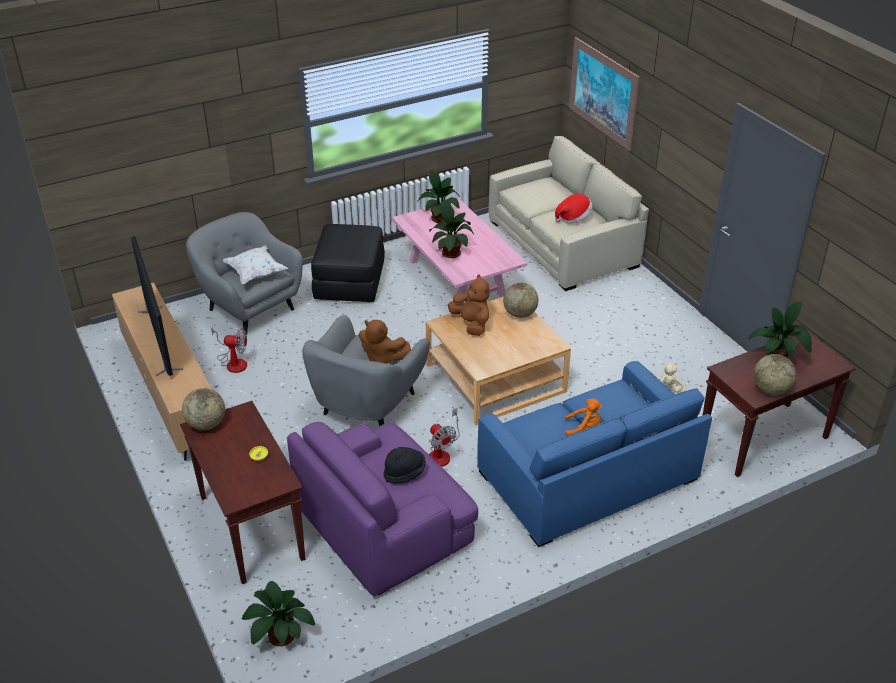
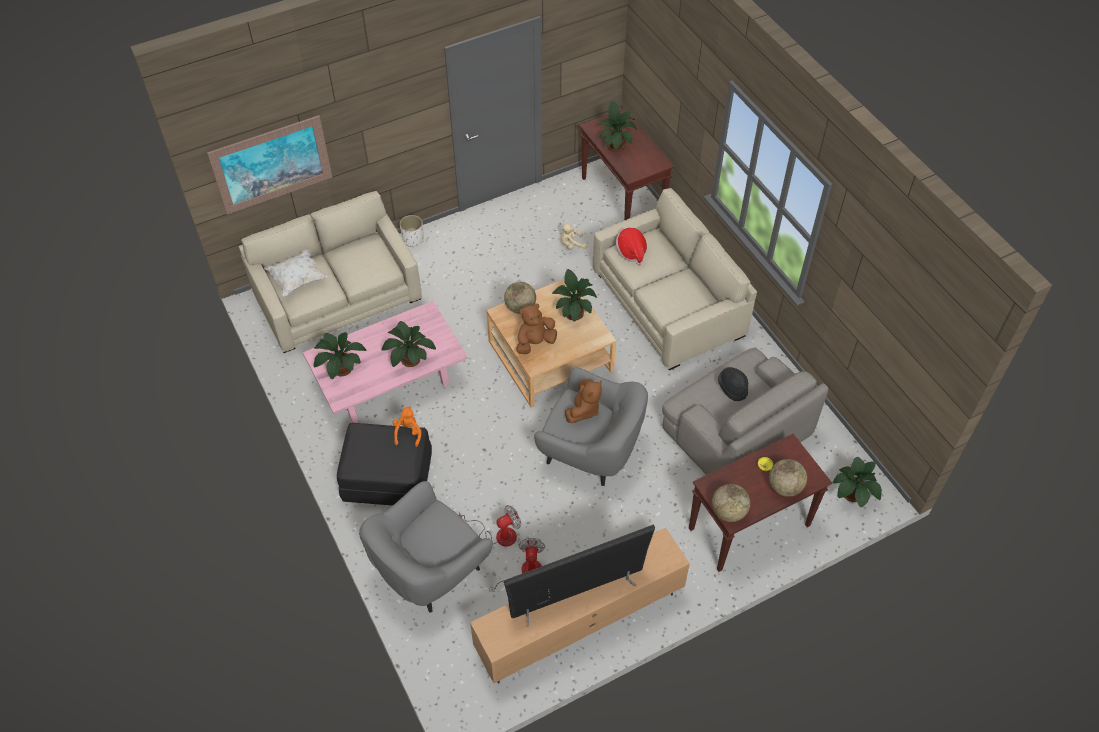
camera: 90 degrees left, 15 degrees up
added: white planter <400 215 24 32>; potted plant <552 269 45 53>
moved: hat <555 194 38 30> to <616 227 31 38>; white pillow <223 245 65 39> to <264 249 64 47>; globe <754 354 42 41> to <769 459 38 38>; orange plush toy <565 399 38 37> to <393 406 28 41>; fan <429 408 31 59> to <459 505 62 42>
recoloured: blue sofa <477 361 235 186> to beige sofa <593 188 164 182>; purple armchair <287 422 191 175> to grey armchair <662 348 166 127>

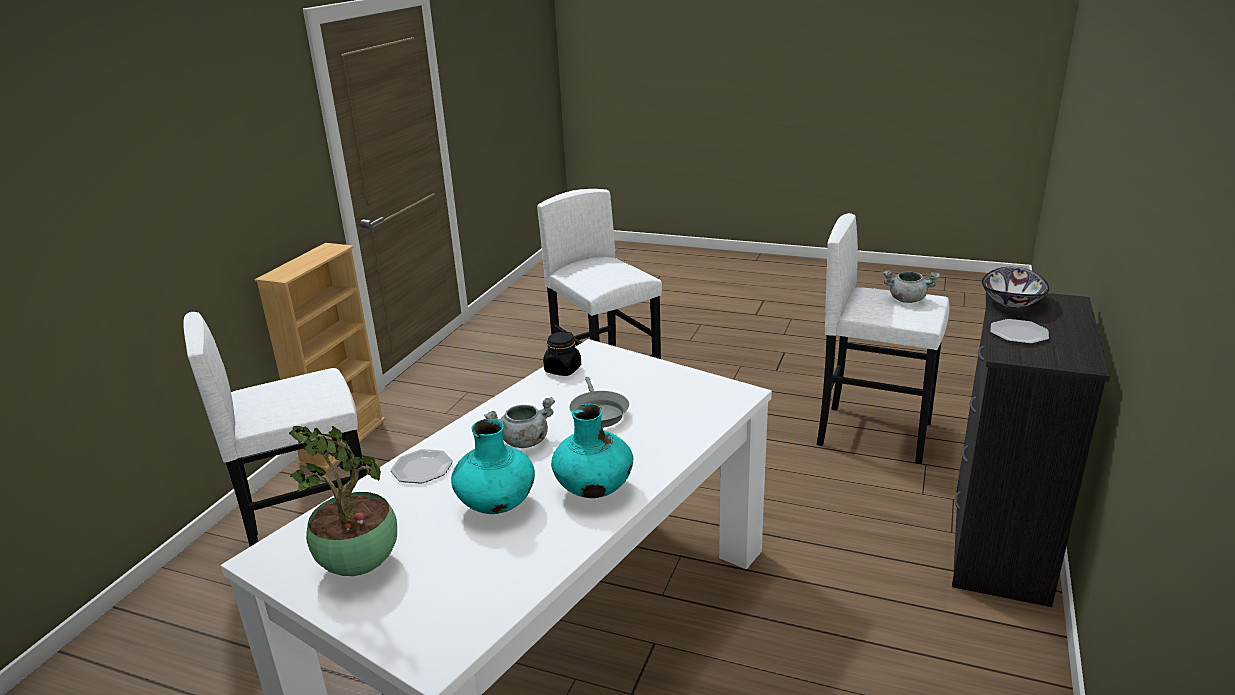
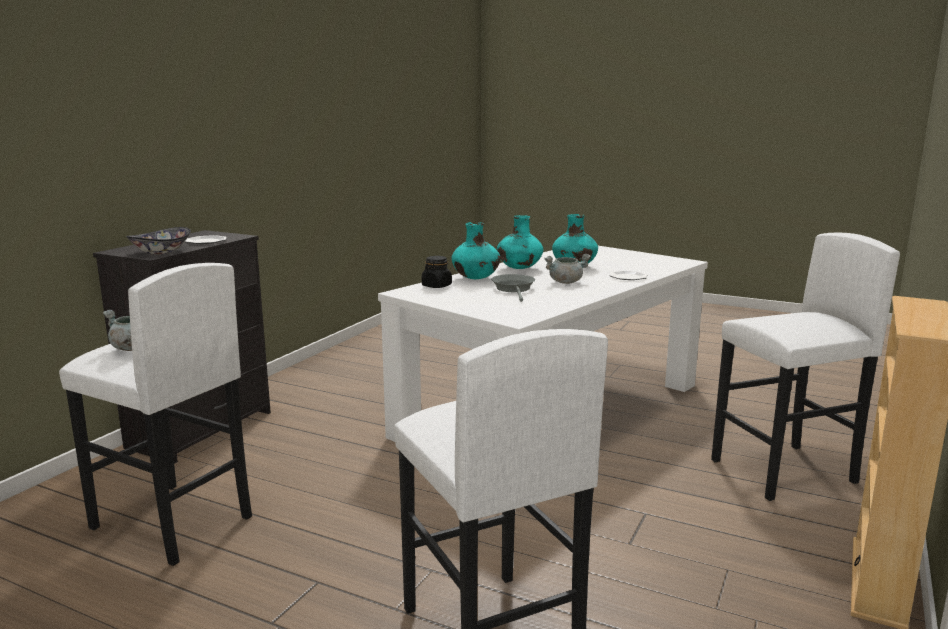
camera: 175 degrees left, 10 degrees down
removed: potted plant <289 426 108 150>
added: turquoise vase <451 222 49 57>
moved: black jar <543 331 38 45> to <422 256 30 32>

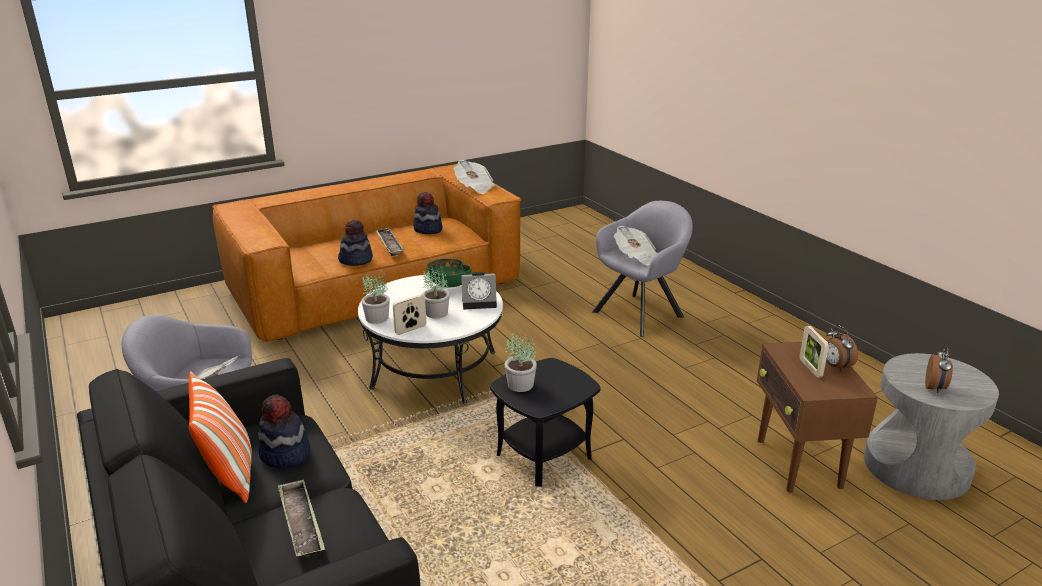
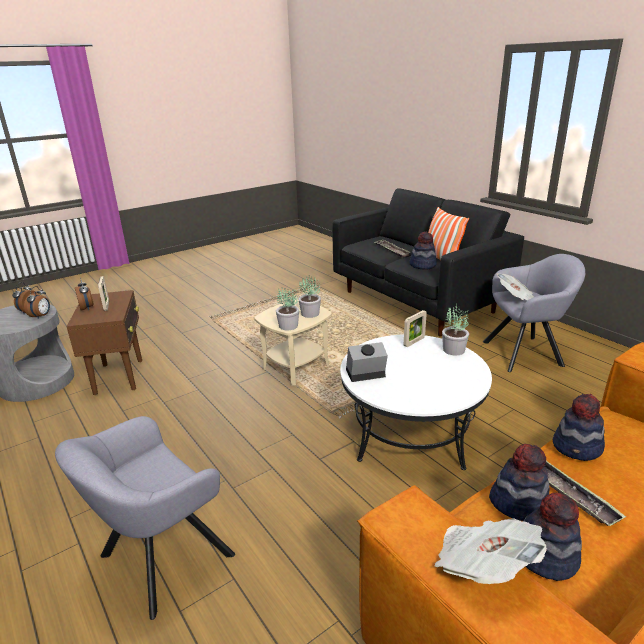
camera: 175 degrees right, 0 degrees up
removed: newspaper <614 226 44 40>; green bowl <427 259 45 29>
added: alarm clock <24 286 26 33>; hat <489 444 61 77>
moved: potted plant <422 267 28 51> to <276 288 23 42>
recoloured: black side table <490 358 111 129> to beige side table <254 299 78 87>

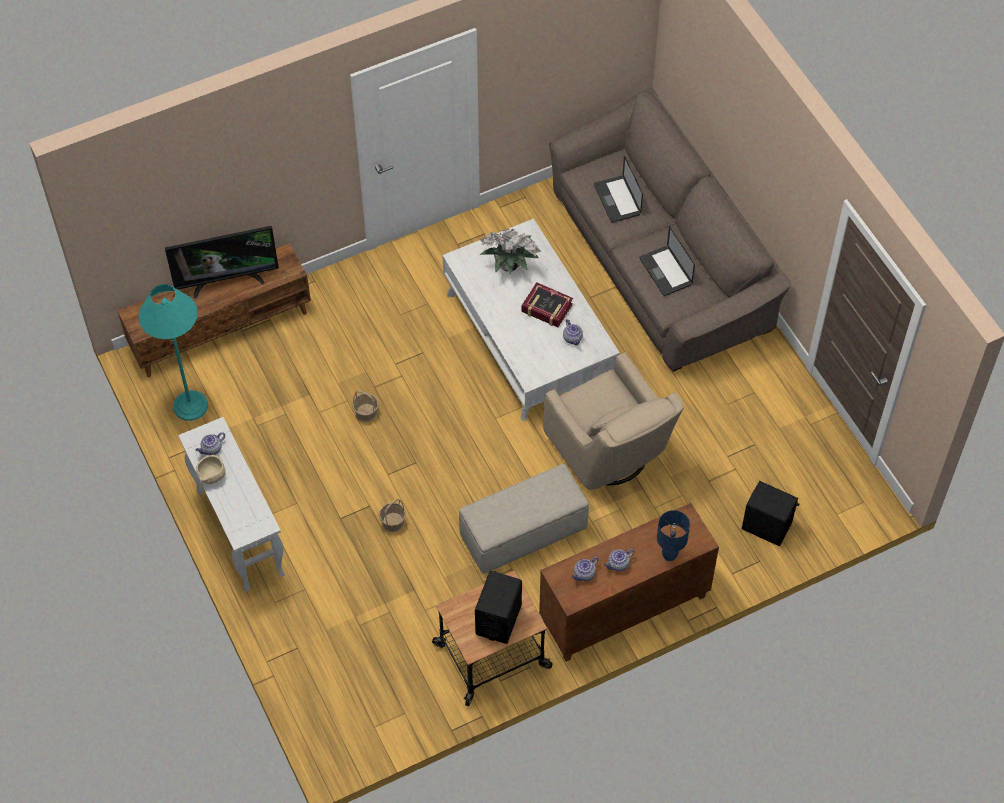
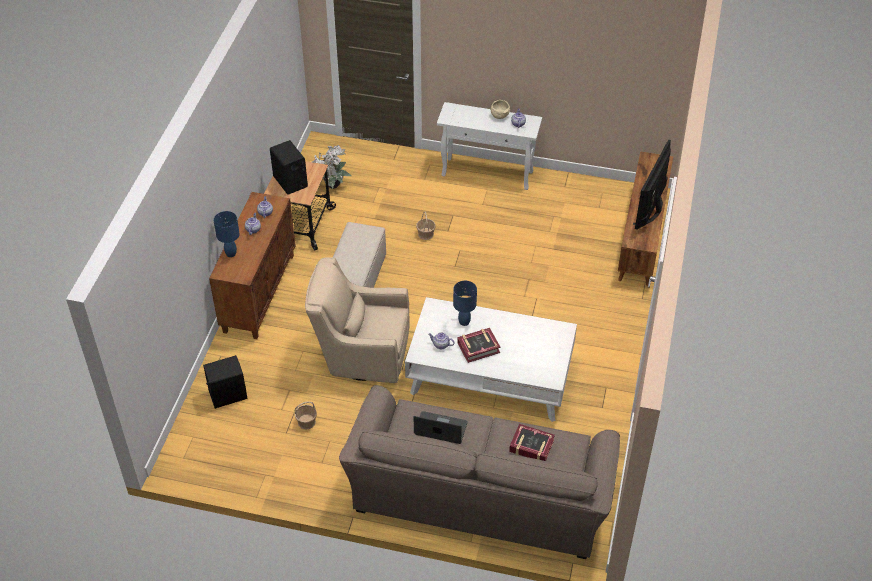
camera: 130 degrees right, 10 degrees down
removed: turquoise floor lamp <138 284 70 137>
added: blue table lamp <453 281 24 45>
moved: potted plant <480 228 61 47> to <312 145 39 44>; basket <353 391 26 31> to <295 401 22 28>
replaced: laptop <594 156 49 67> to book <509 424 46 37>

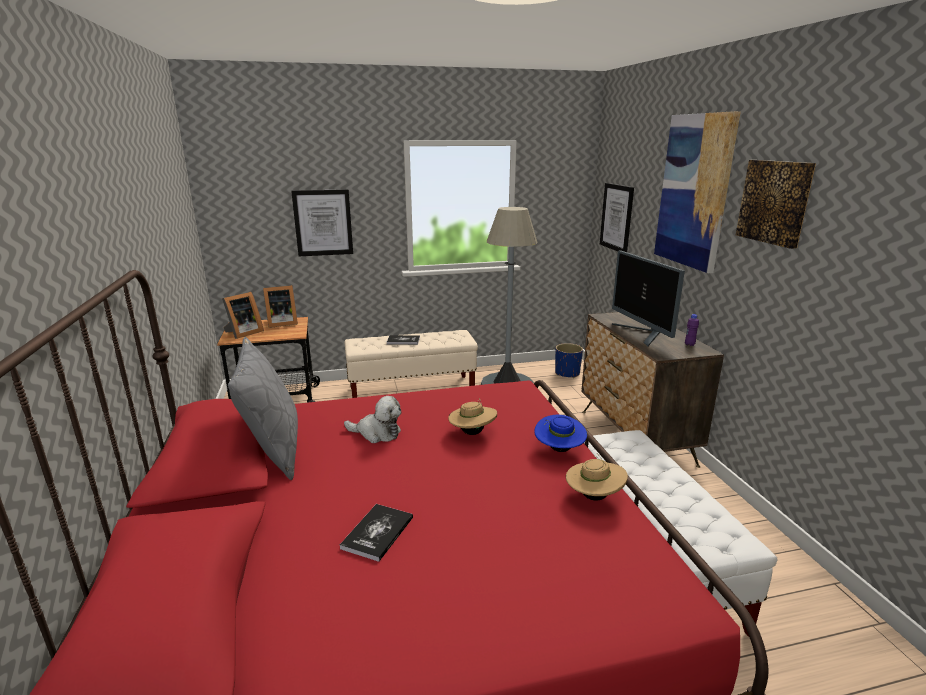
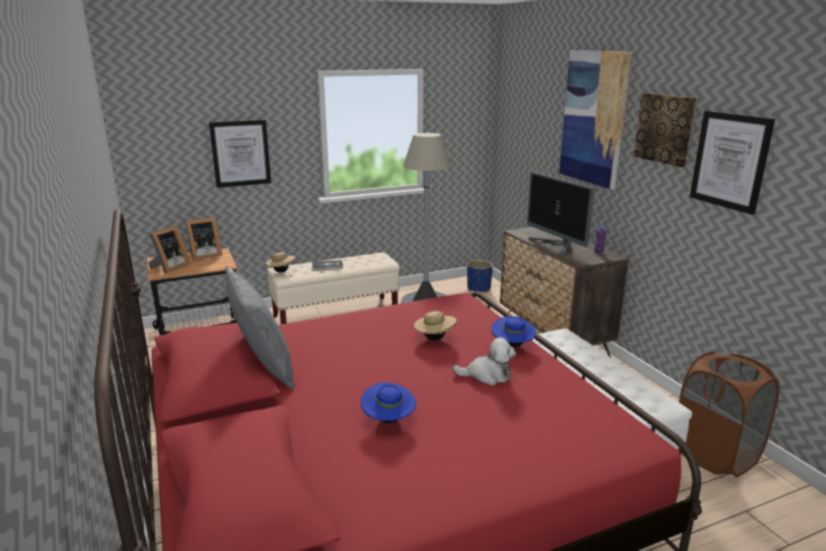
camera: 10 degrees left, 0 degrees up
added: brown laundry basket <679 352 101 125>
moved: picture <600 183 34 69> to <690 111 85 104>; plush toy <344 396 57 47> to <453 337 63 48>; beige hat <566 453 62 48> to <266 252 30 21>
replaced: book <340 504 73 58> to blue hat <361 383 55 40>

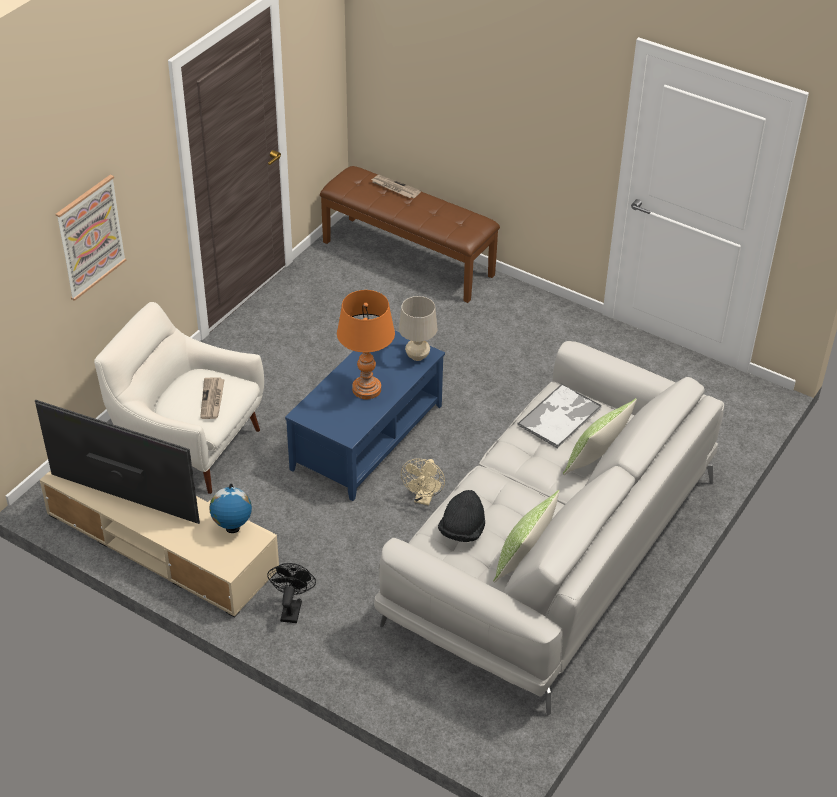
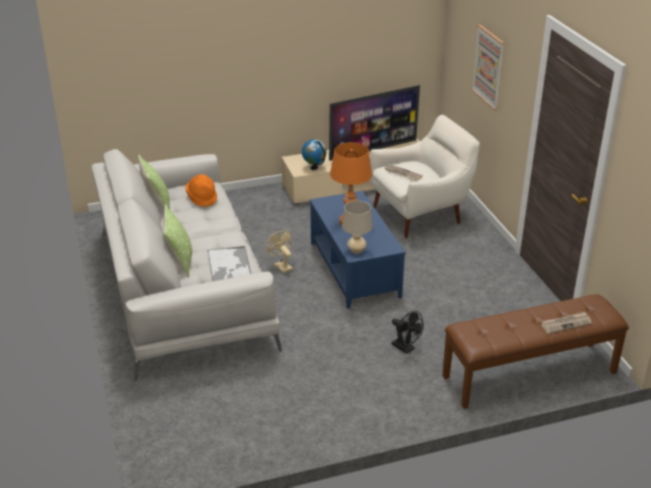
camera: 130 degrees right, 10 degrees down
moved: black fan <267 563 49 60> to <392 311 32 43>
recoloured: black hat <438 490 47 52> to orange hat <185 174 32 33>

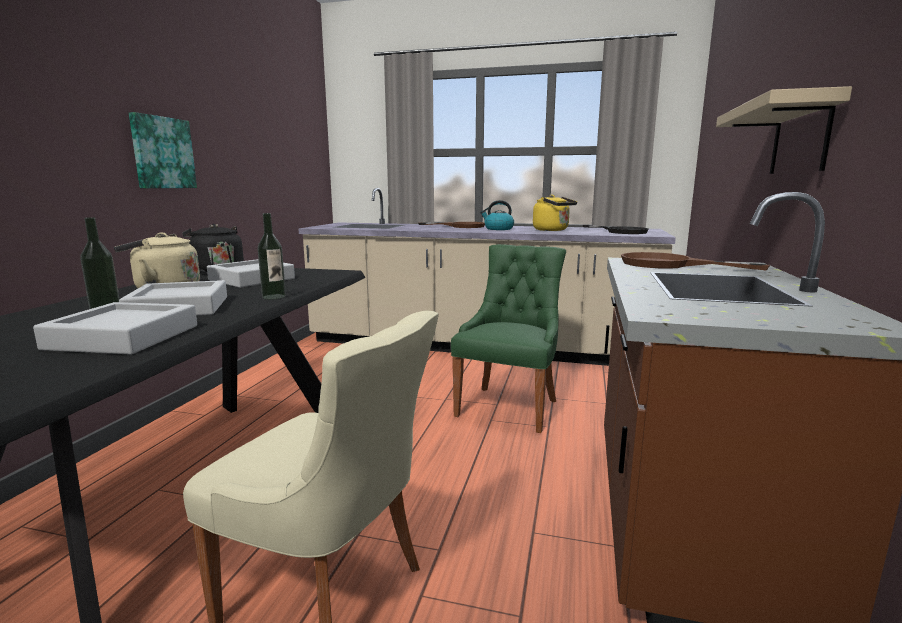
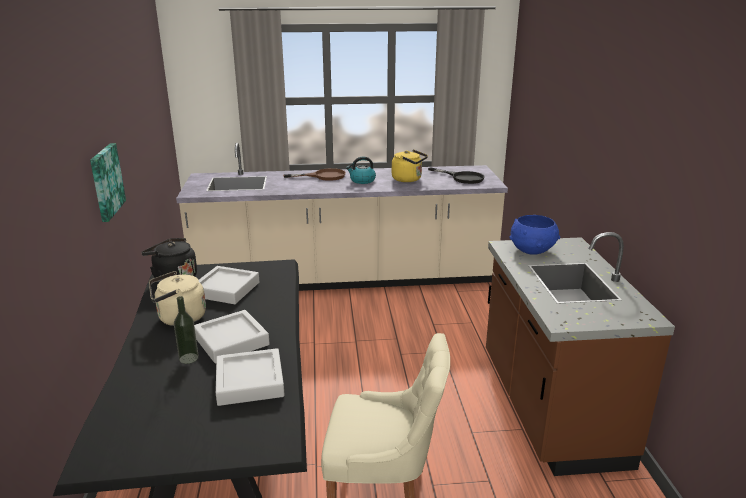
camera: 20 degrees left, 10 degrees up
removed: beige shelf <716 86 136 88>; bottle <258 213 28 86>; green chair <451 244 115 189>
replaced: brown frying pan <621 252 149 18> to blue bowl <509 215 51 40>

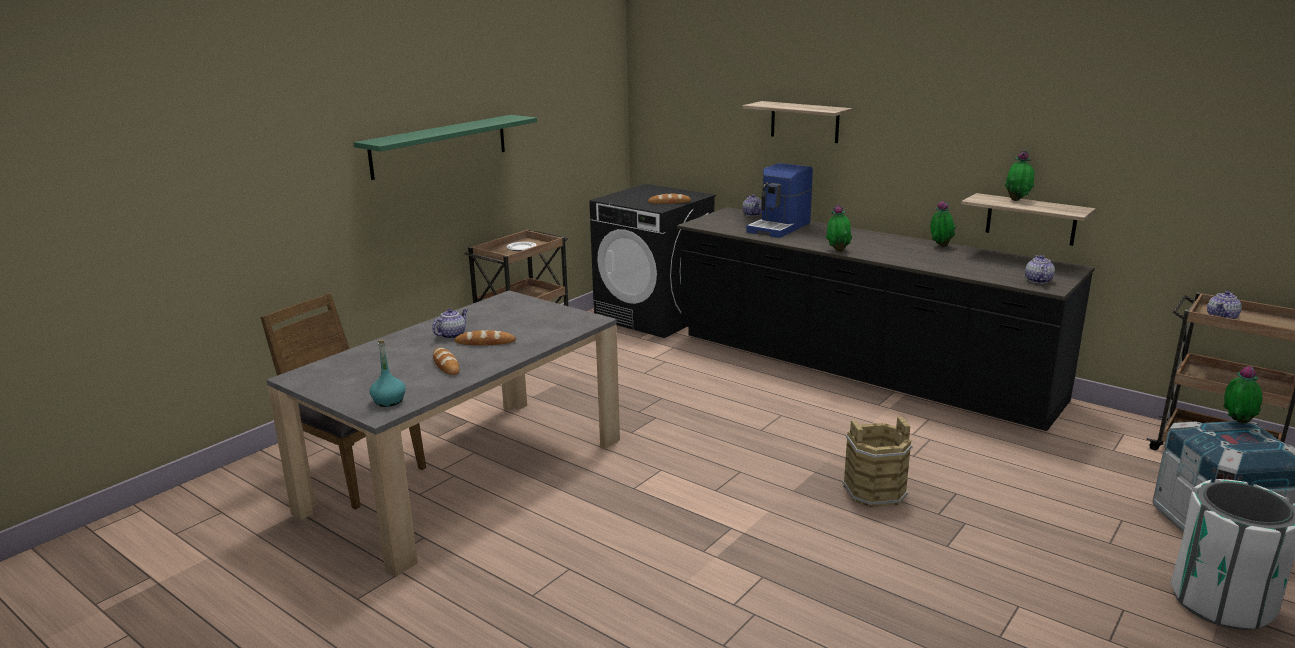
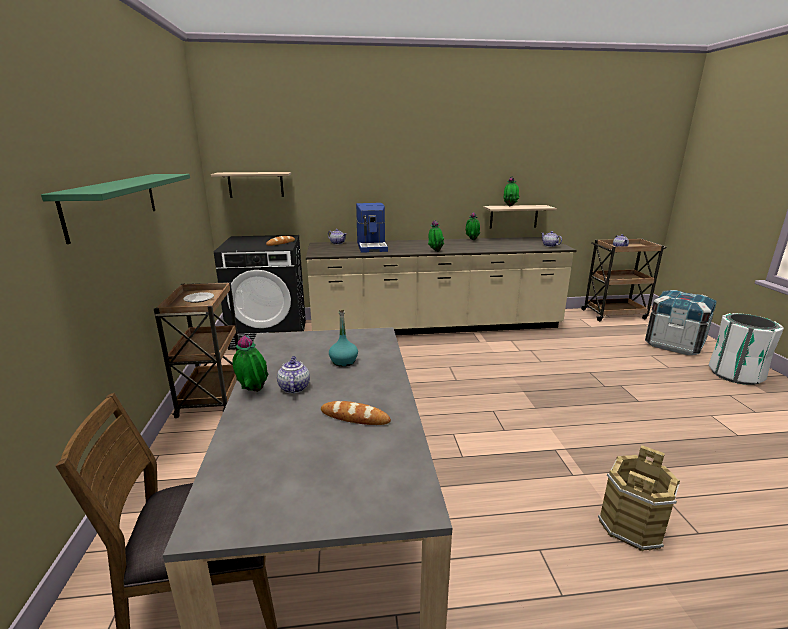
camera: 45 degrees left, 0 degrees up
removed: bread <455 330 61 15>
moved: shelf <743 101 109 42> to <211 172 80 26>; turquoise bottle <370 340 36 67> to <329 310 29 57>; potted plant <1223 366 39 58> to <232 334 37 58>; brown bucket <843 417 70 91> to <598 445 82 106>
recoloured: black counter <677 207 418 224> to beige counter <306 237 271 98>

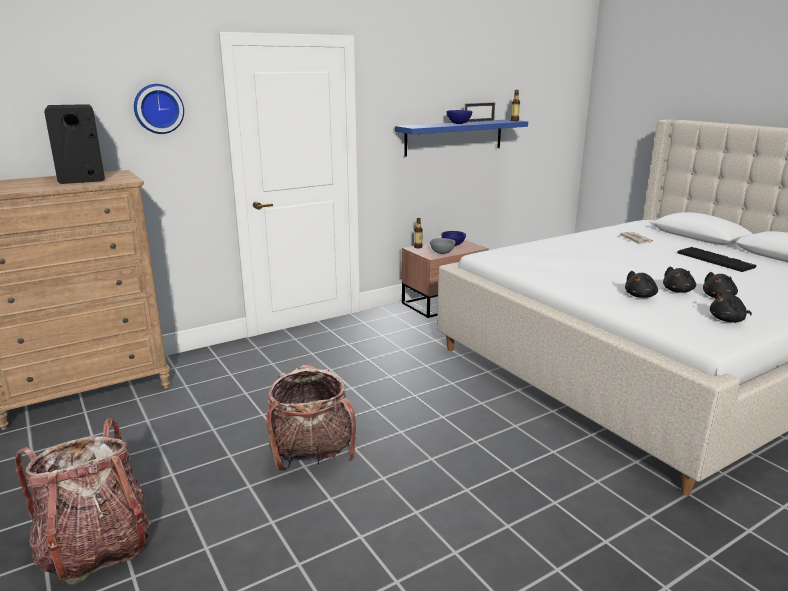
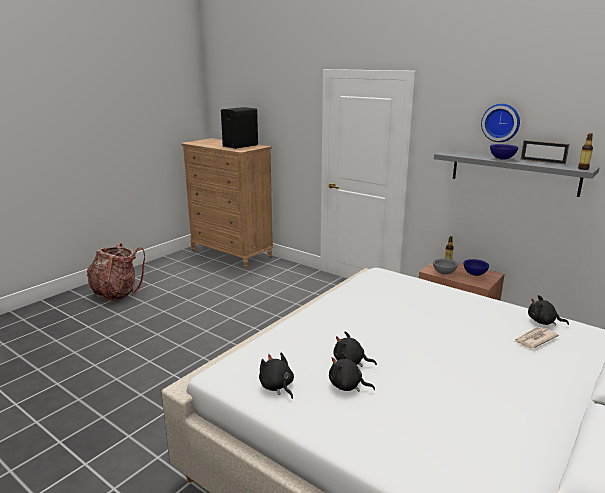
camera: 70 degrees right, 0 degrees up
removed: keyboard <677 247 79 25>; backpack <266 364 90 106>
moved: wall clock <134 84 50 50> to <481 104 39 38>; black plush toy <625 271 33 27> to <528 295 41 31>
recoloured: blue shelf <395 119 133 38> to grey shelf <434 150 166 47>

